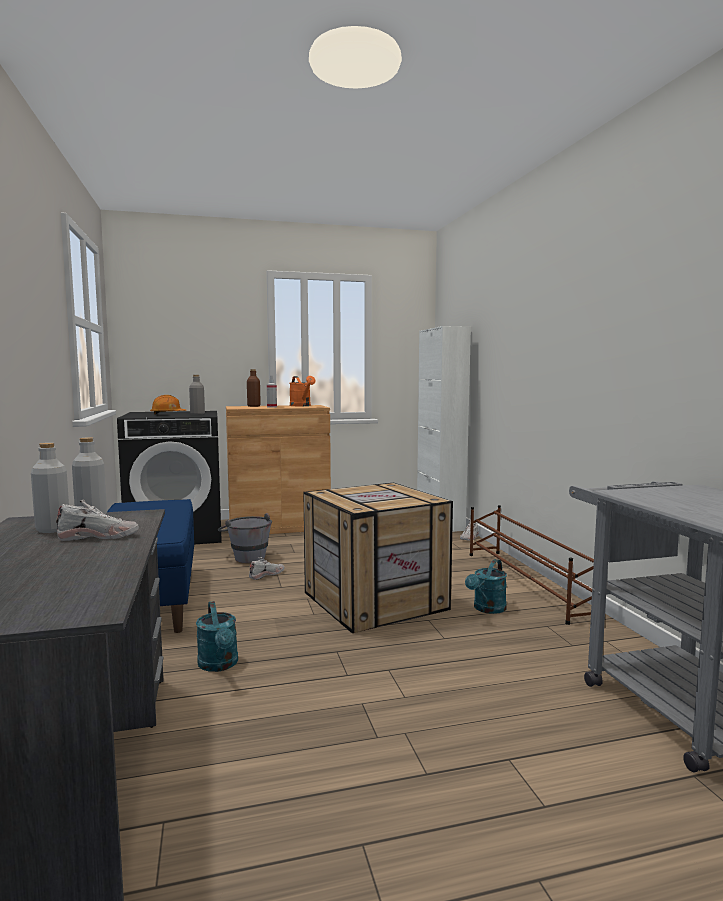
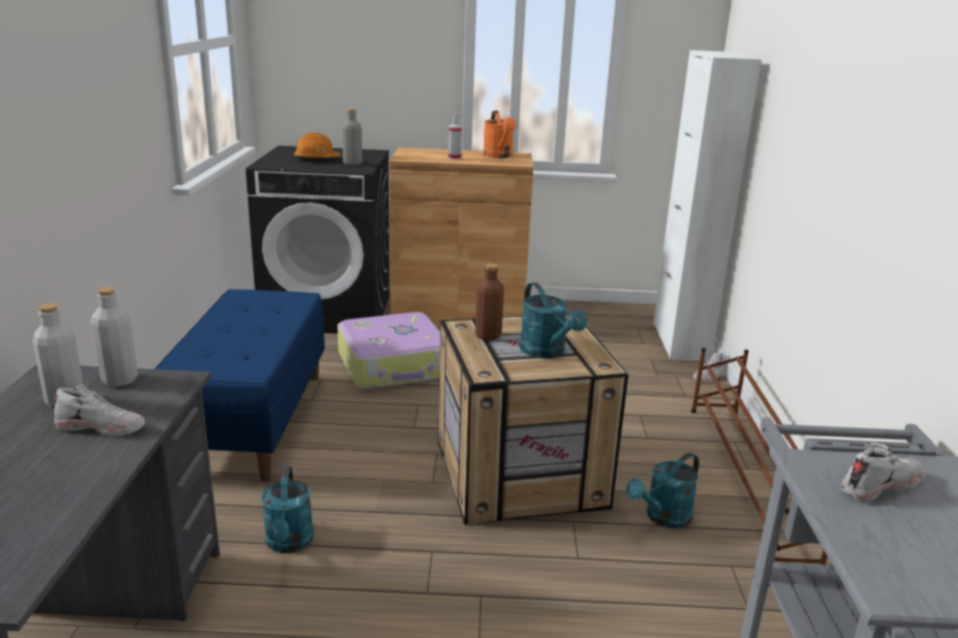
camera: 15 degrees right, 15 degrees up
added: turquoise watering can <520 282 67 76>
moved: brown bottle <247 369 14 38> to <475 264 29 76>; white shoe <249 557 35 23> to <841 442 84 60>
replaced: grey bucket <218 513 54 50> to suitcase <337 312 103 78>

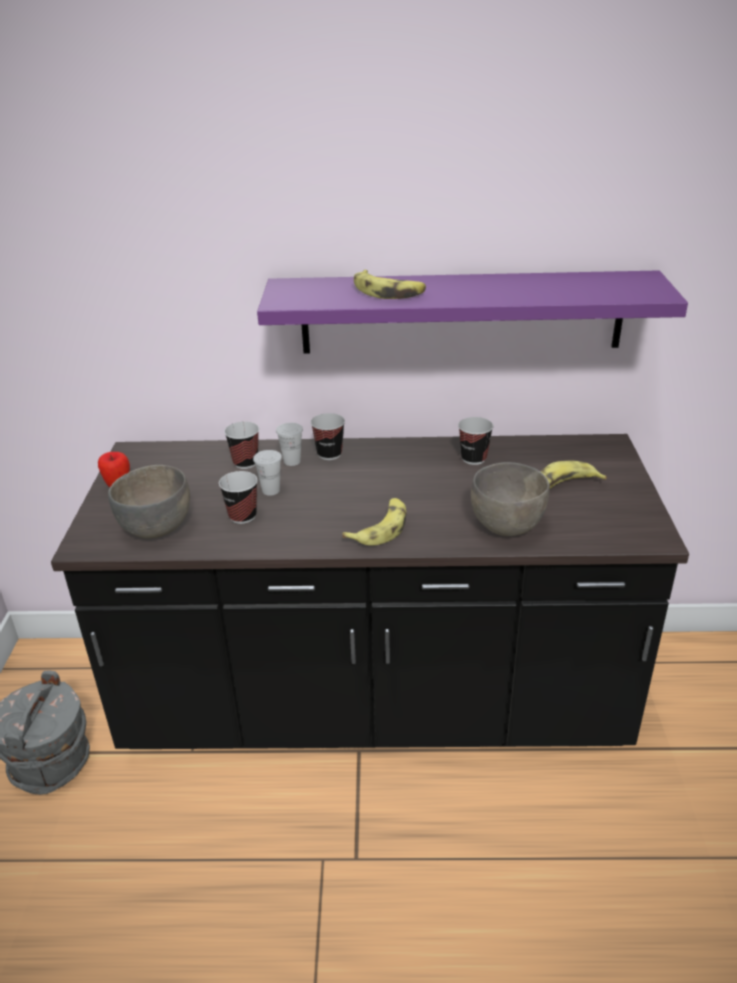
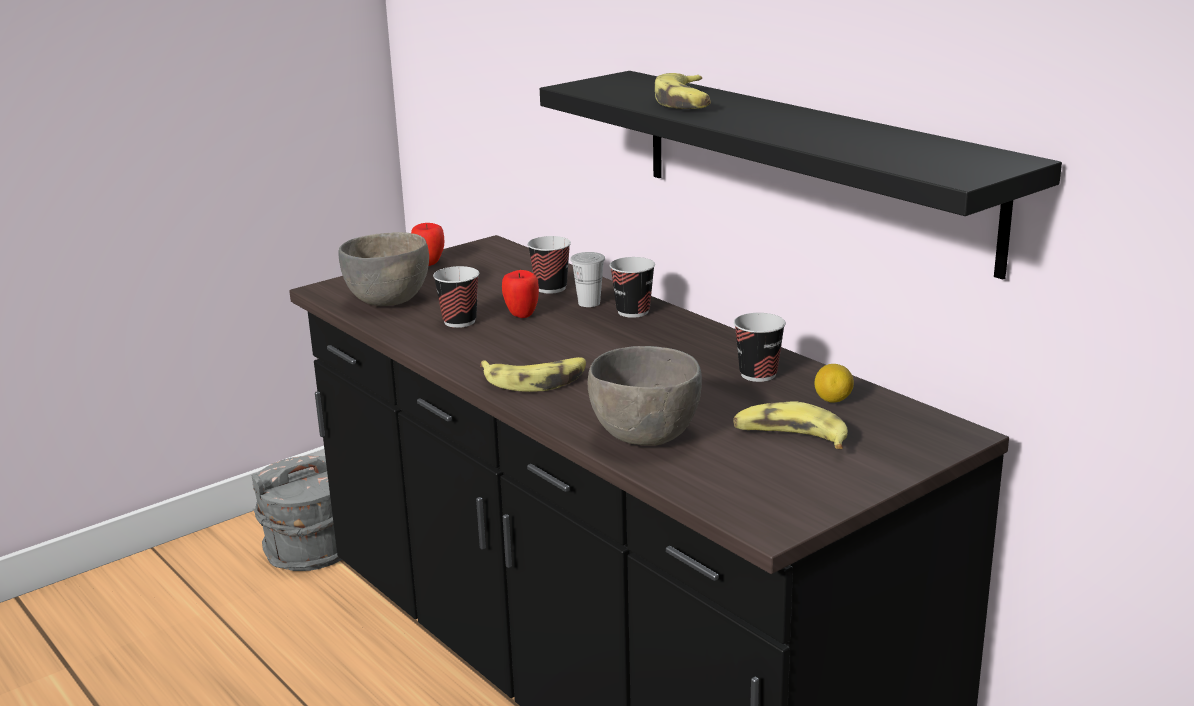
camera: 50 degrees right, 10 degrees down
added: lemon <814 364 40 39>
replaced: white cup <253 450 29 46> to apple <502 270 37 48>
recoloured: purple shelf <257 270 431 83> to black shelf <540 71 522 209>

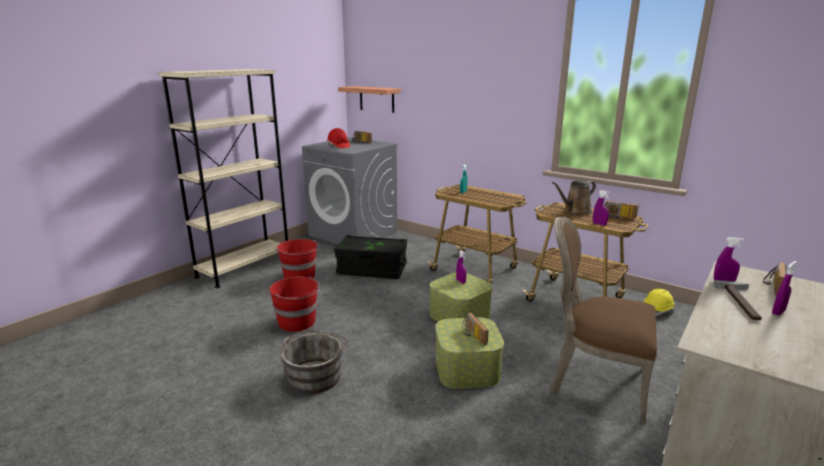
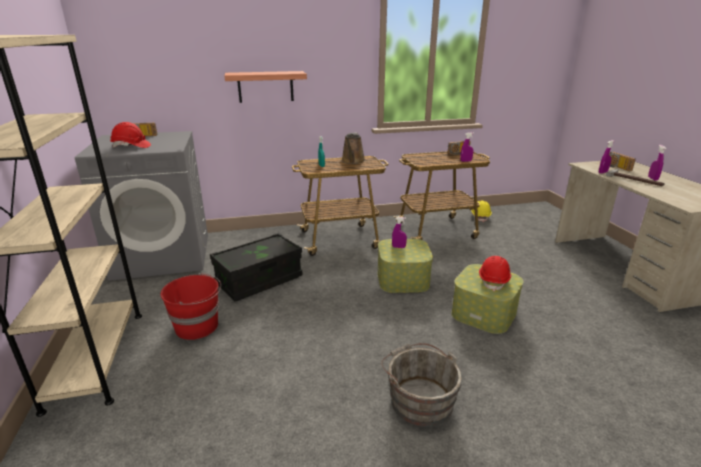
camera: 50 degrees left, 5 degrees up
removed: brown chair <550 217 107 207>; red bucket <269 276 51 56>
moved: shelf <338 86 63 27> to <225 71 82 32>; brown watering can <552 180 44 35> to <341 133 24 31>
replaced: radio <462 313 26 33> to red hard hat <479 256 32 35>

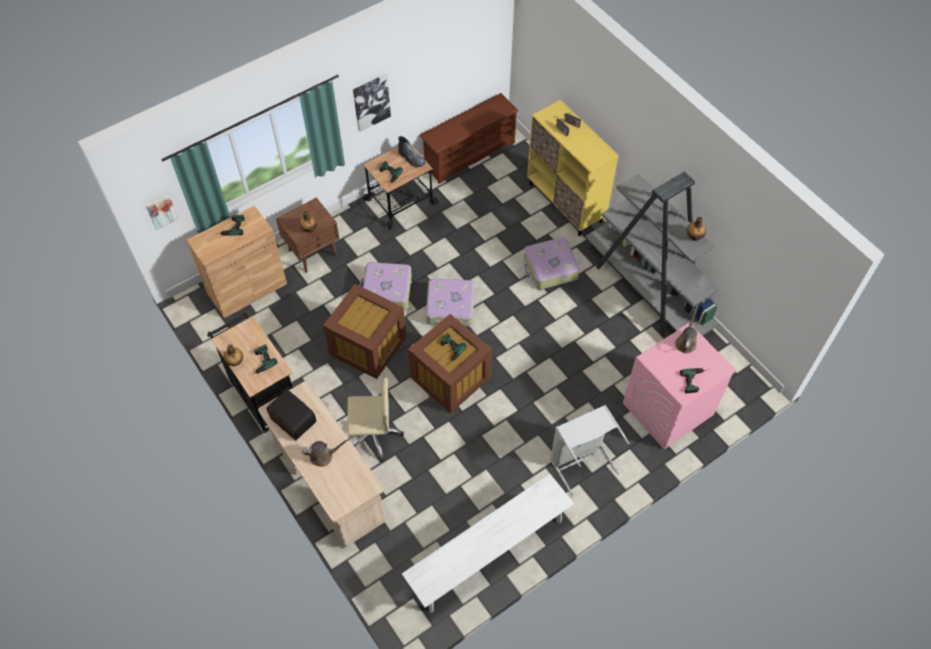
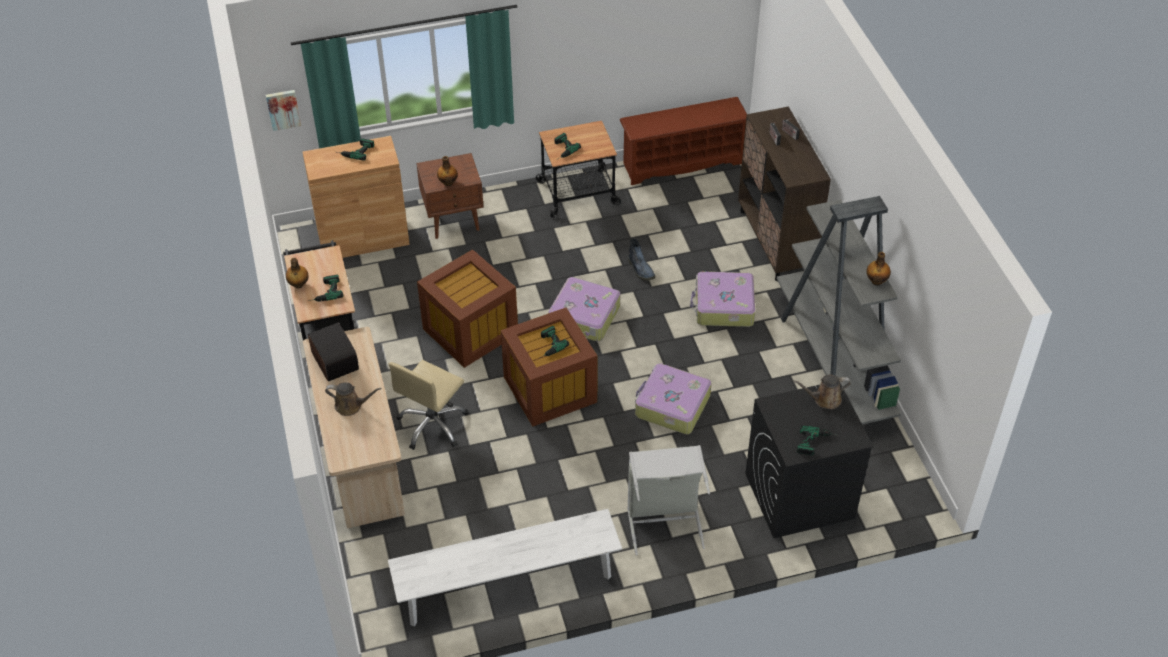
camera: 20 degrees right, 10 degrees down
removed: picture <353 74 38 58>
moved: boot <398 136 28 31> to <628 239 27 42>; suitcase <359 262 53 48> to <635 363 76 71>
recoloured: yellow cabinet <527 100 91 136> to brown cabinet <738 107 93 174>; pink washing machine <623 323 113 126> to black washing machine <745 383 129 155>
turned: brown watering can <675 306 22 47> = <794 375 57 34> 135 degrees counterclockwise; beige office chair <347 377 57 85> = <389 360 80 90> 105 degrees clockwise

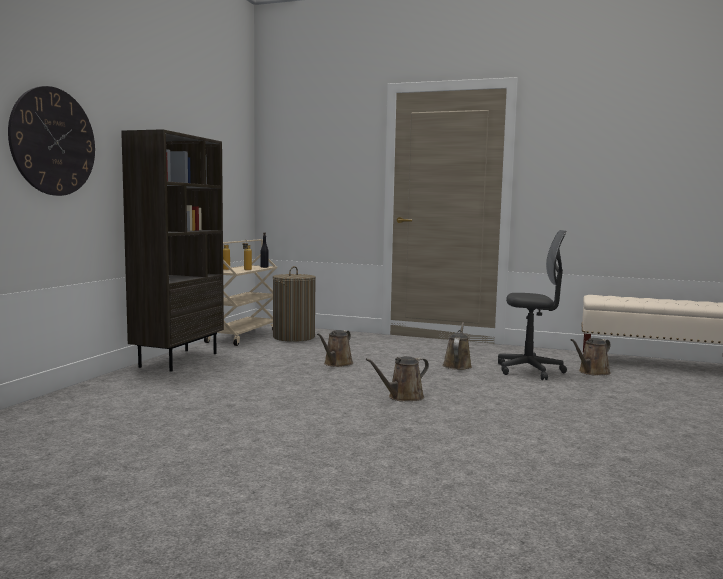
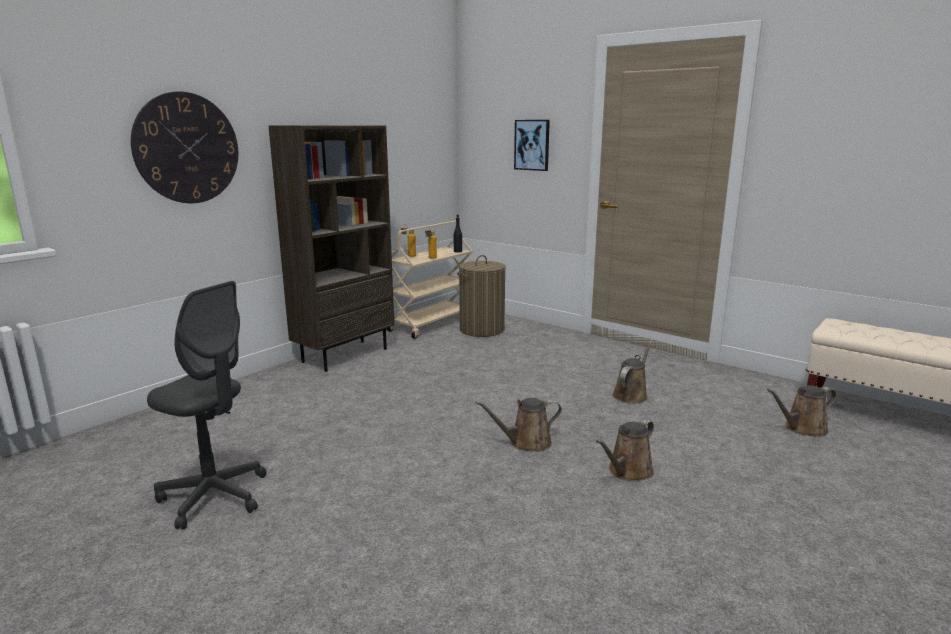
camera: 20 degrees right, 10 degrees up
added: picture <514 120 36 51>
moved: grey office chair <498 230 69 150> to <147 281 119 249>; brown watering can <317 330 36 37> to <596 419 58 62>

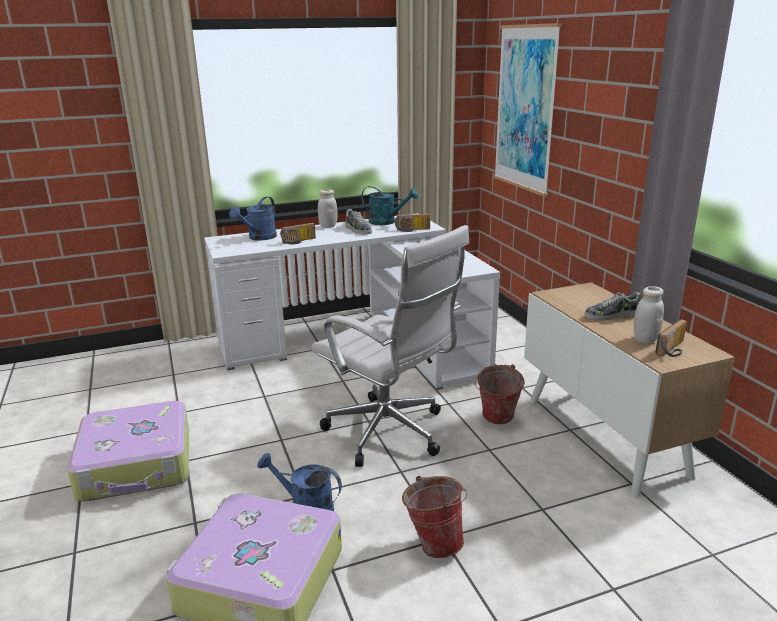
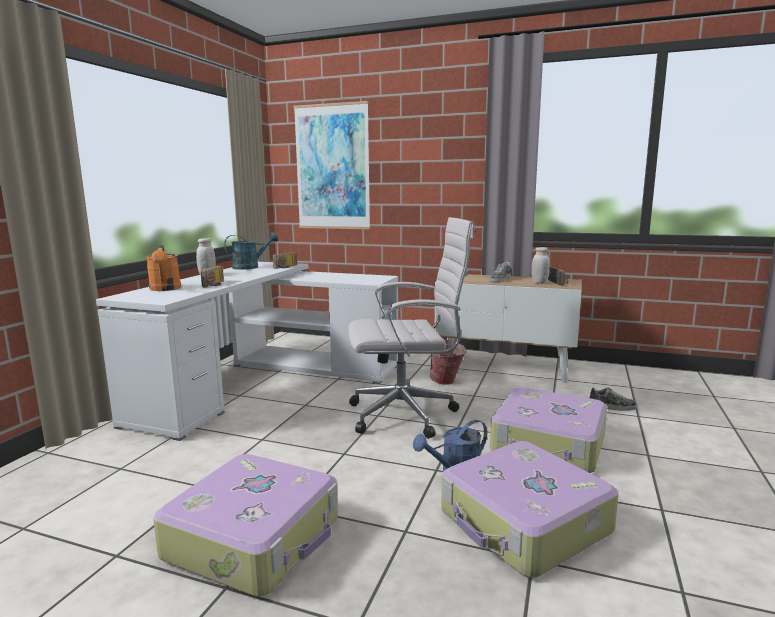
camera: 50 degrees left, 10 degrees down
moved: shoe <345 209 27 25> to <590 387 47 24>
replaced: bucket <402 476 65 82> to suitcase <490 387 117 86>
recoloured: blue watering can <229 197 48 44> to orange watering can <146 245 35 46>

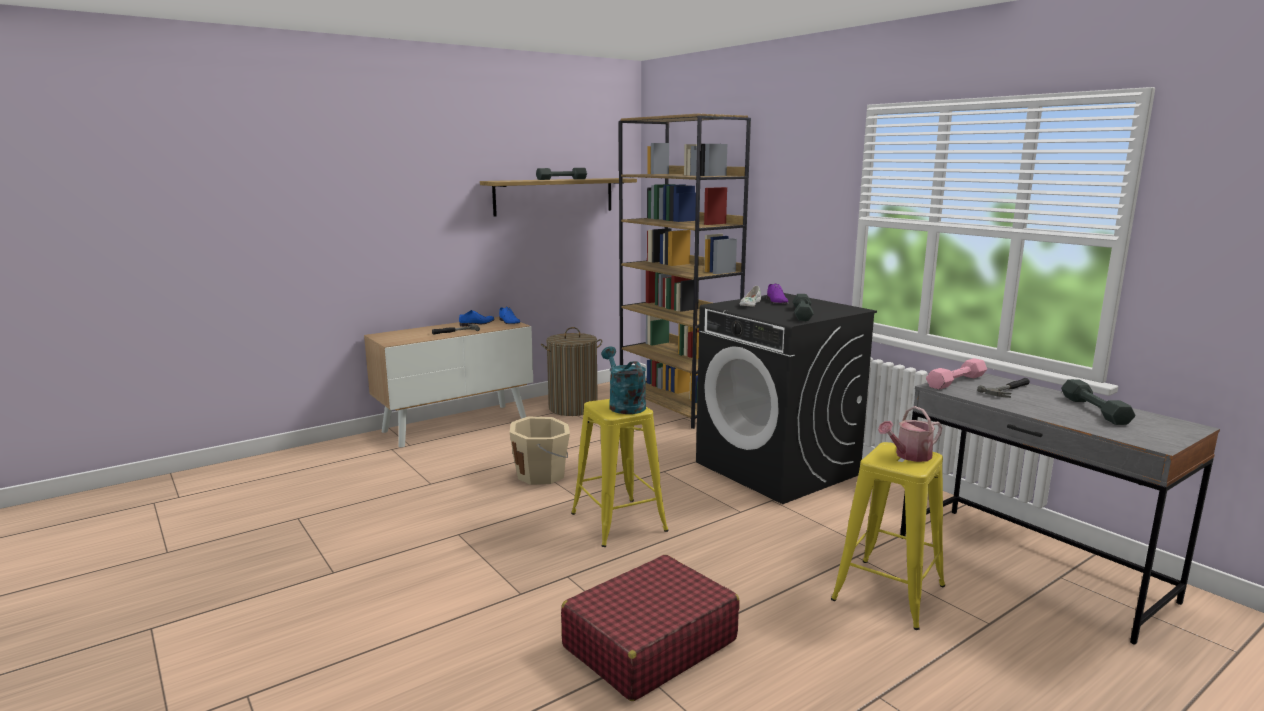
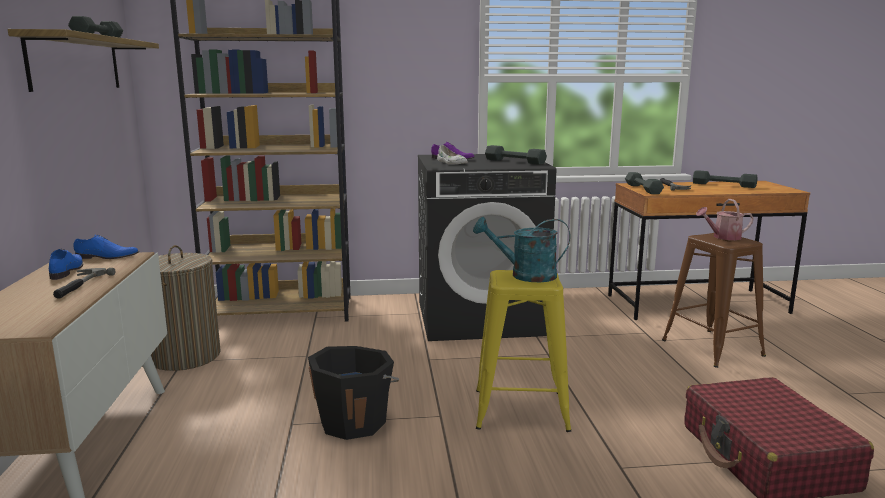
camera: 60 degrees left, 0 degrees up
recoloured: pink dumbbell <926 358 61 32> to grey dumbbell <625 172 39 22>; grey desk <900 373 320 272> to brown desk <608 181 202 139>; beige bucket <510 417 60 68> to black bucket <308 346 91 94>; yellow stool <831 442 114 188> to brown stool <662 233 104 135>
turned: watering can <878 406 64 56> = <696 199 58 41> 75 degrees clockwise

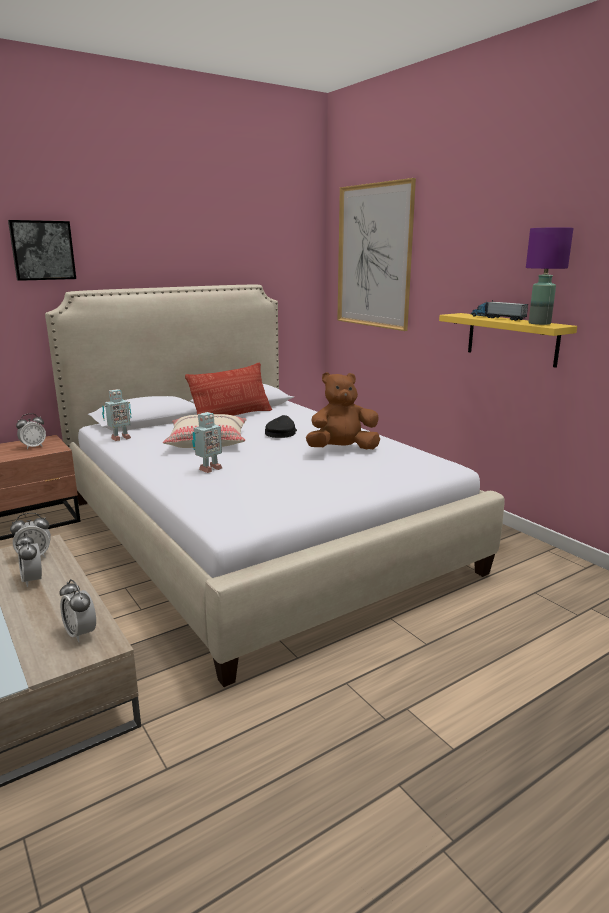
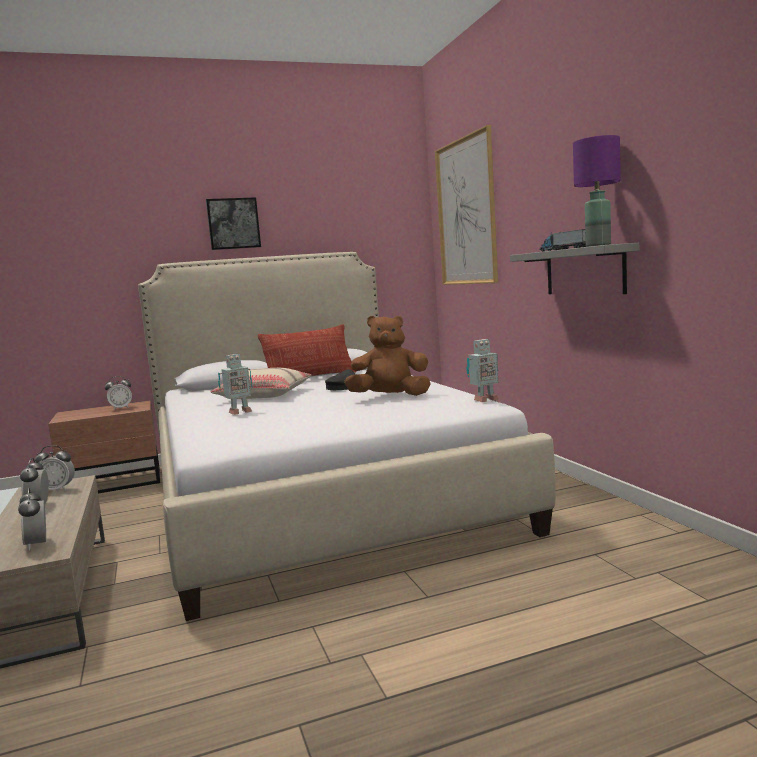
camera: 15 degrees right, 10 degrees down
moved: picture <8 220 68 61> to <206 197 55 53>; toy robot <102 389 29 52> to <466 339 33 63>
recoloured: yellow shelf <439 313 138 55> to grey shelf <510 243 129 51>

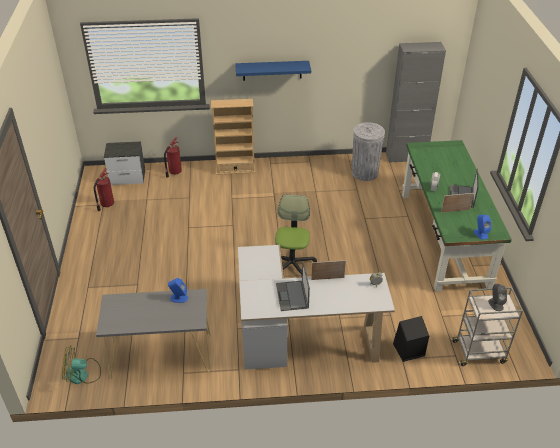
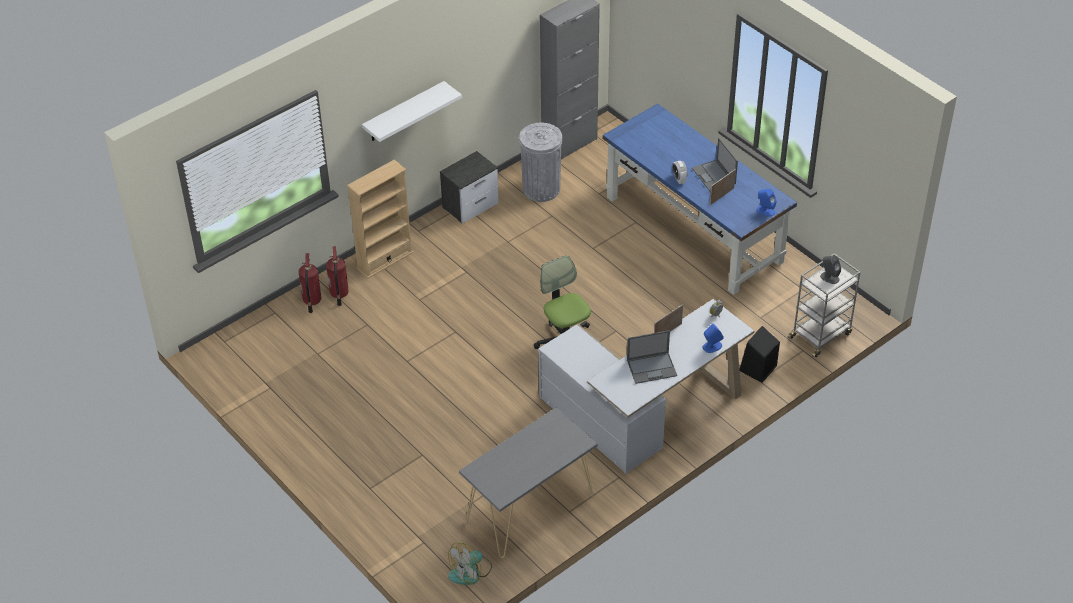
camera: 35 degrees left, 5 degrees up
moved: nightstand <104 142 41 43> to <440 151 59 73>; fire extinguisher <94 168 20 43> to <326 246 23 60>; blue speaker <168 278 20 25> to <703 324 21 29>
recoloured: blue shelf <235 61 76 20> to white shelf <362 81 100 61>; green desk <402 140 110 152> to blue desk <603 104 194 191>
turned: laptop <276 261 34 50> = <627 330 50 54> 60 degrees counterclockwise

